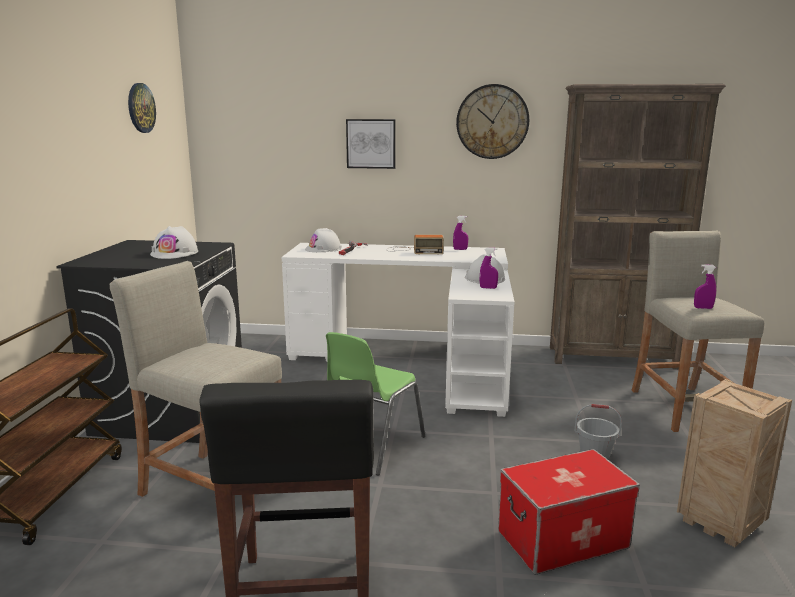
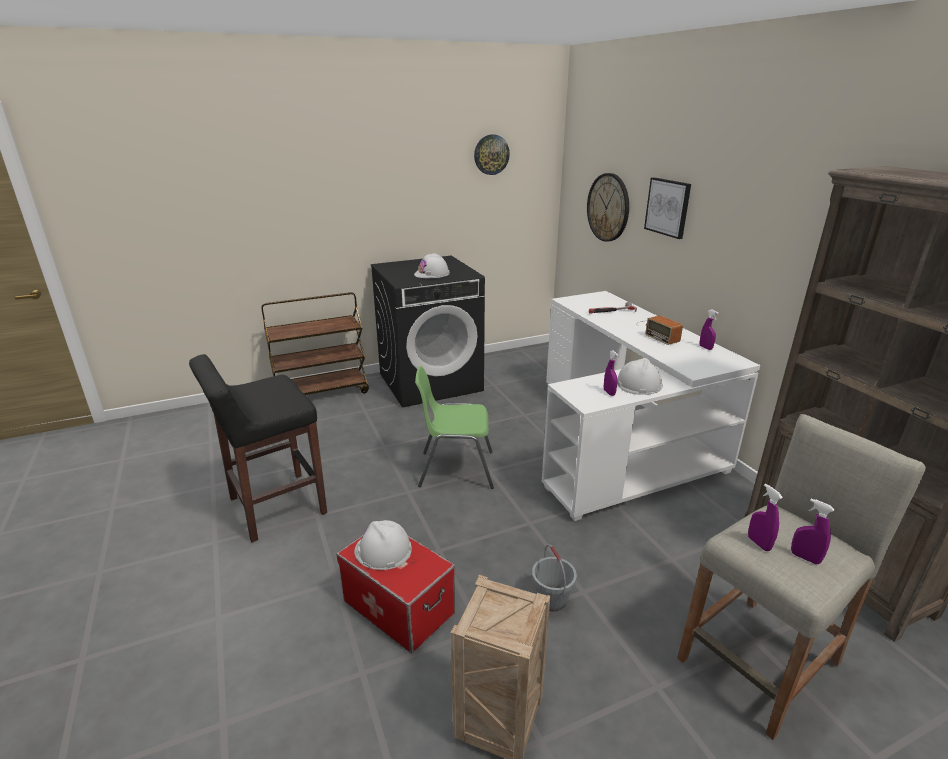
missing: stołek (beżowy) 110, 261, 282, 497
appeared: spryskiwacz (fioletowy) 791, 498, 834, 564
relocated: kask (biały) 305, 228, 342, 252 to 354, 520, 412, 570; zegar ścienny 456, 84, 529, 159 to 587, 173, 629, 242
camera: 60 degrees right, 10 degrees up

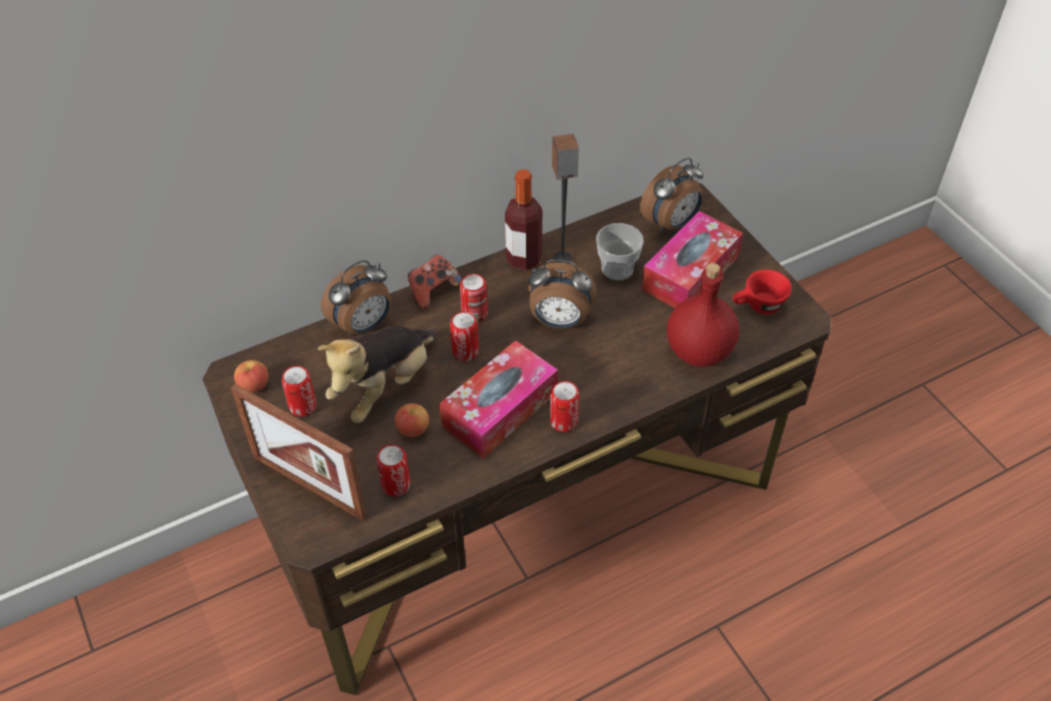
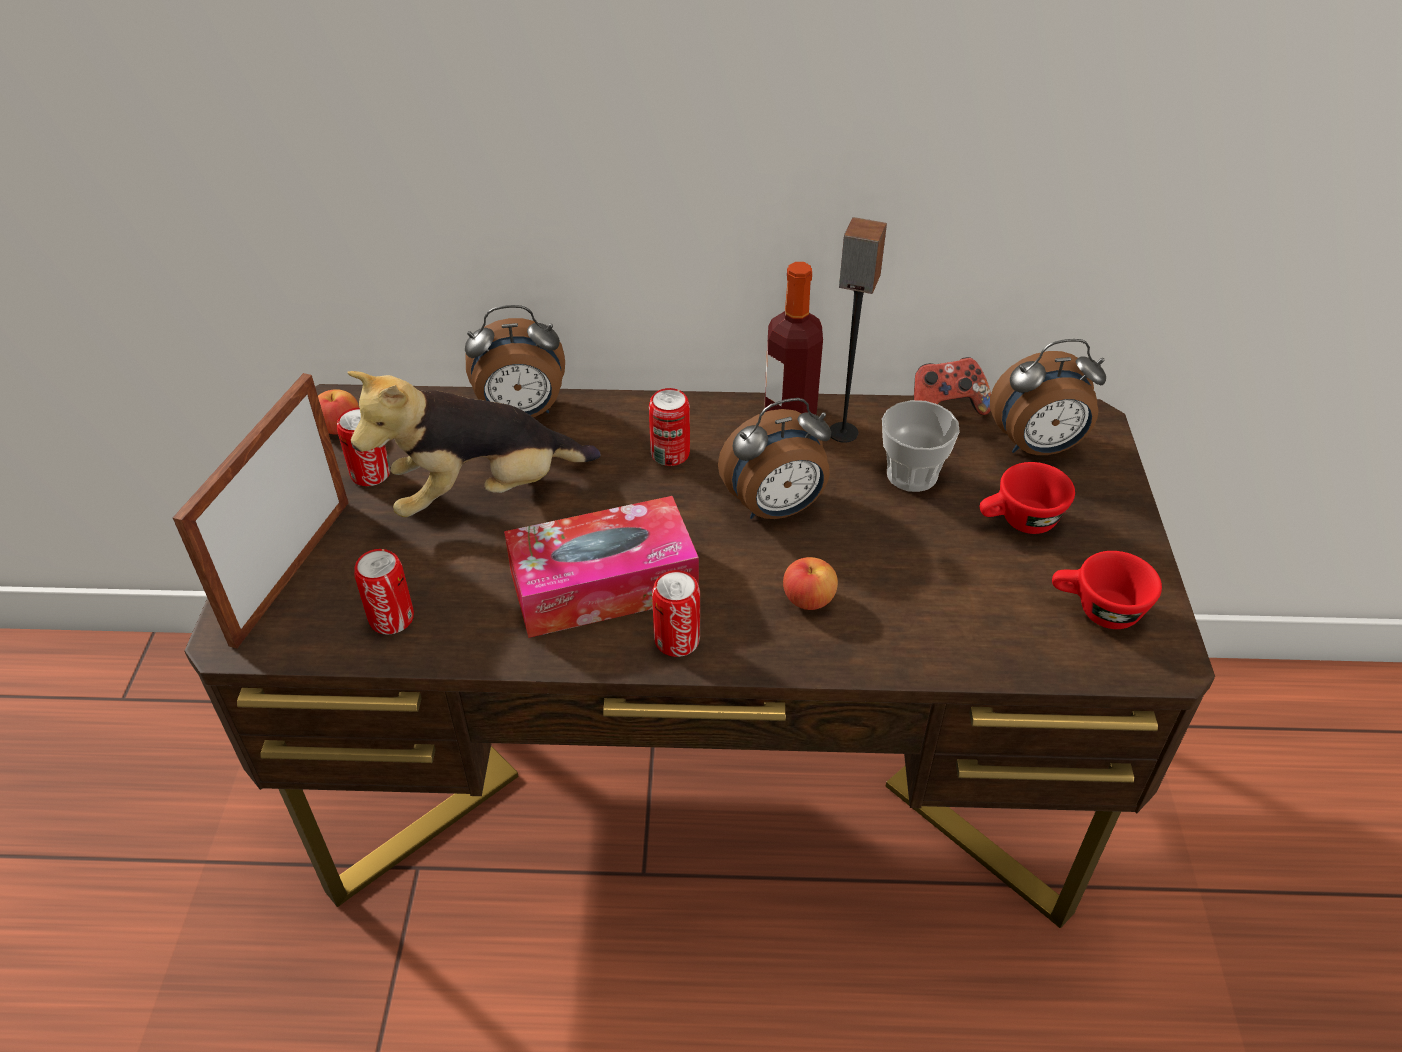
missing: puszka 450, 311, 479, 361; butelka (czerwony) 667, 263, 739, 367
relocated: jabłko 394, 403, 429, 437 to 783, 557, 838, 610; pad do gier 408, 255, 461, 310 to 914, 357, 991, 415
exchanged: pudełko chusteczek 641, 211, 743, 308 to filiżanka (czerwony) 980, 462, 1075, 534
spun: ramka na zdjęcie 231, 384, 367, 521 = 173, 373, 348, 649 45 degrees clockwise; budzik 528, 260, 596, 329 = 718, 398, 831, 519 60 degrees counterclockwise
camera: 30 degrees right, 5 degrees down

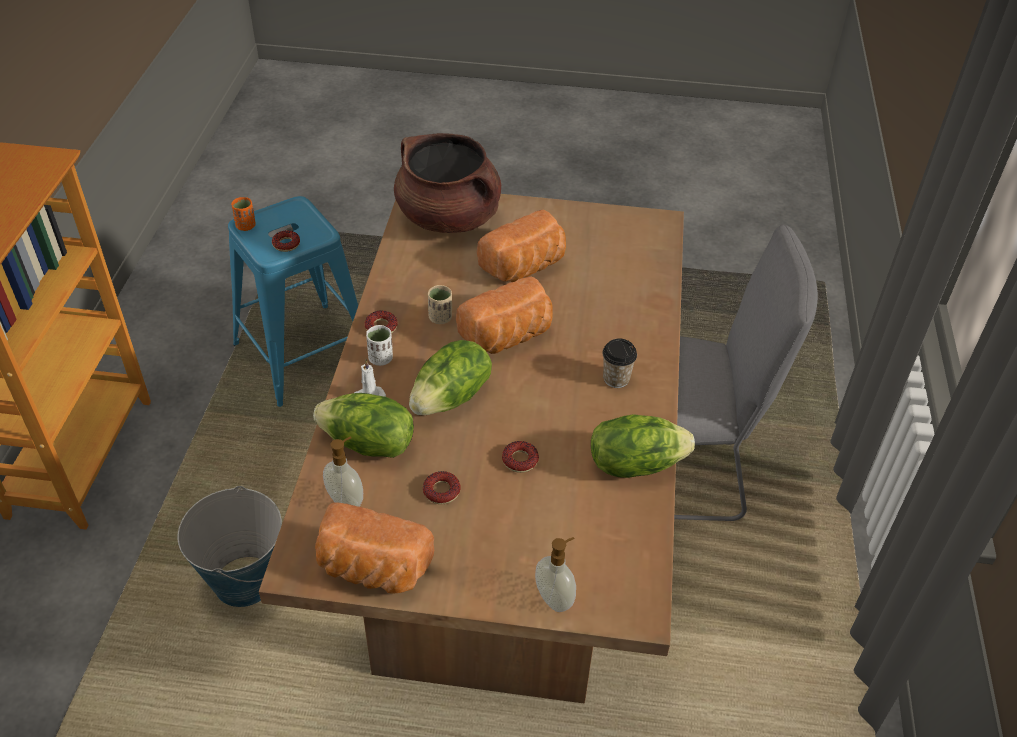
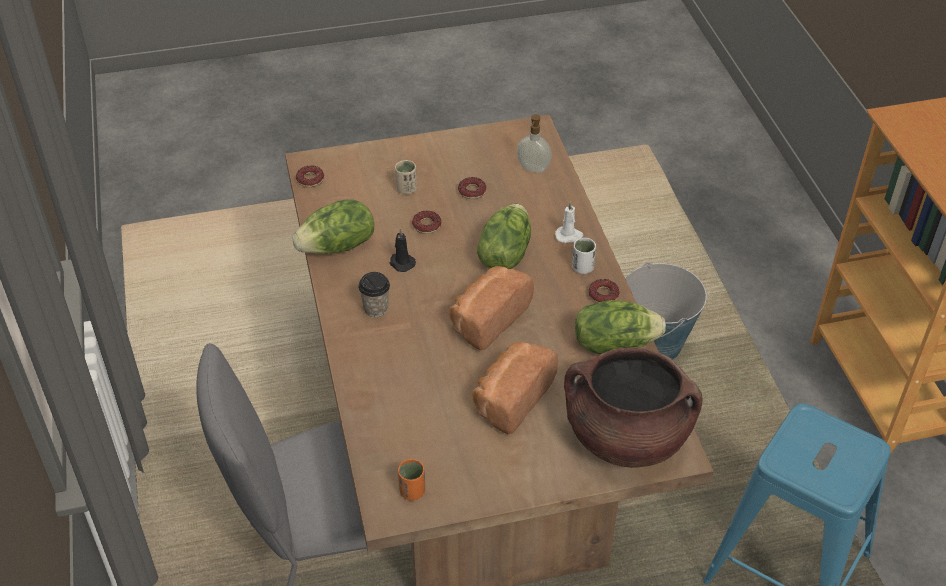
missing: chleb 315, 502, 434, 594; dozownik mydła 535, 537, 576, 612
appeared: świeca (czarny) 390, 229, 416, 272
relocated: filiżanka (pomarańczowy) 231, 197, 256, 231 to 398, 459, 425, 501; donut 272, 230, 300, 252 to 296, 165, 324, 187; sałata 313, 393, 414, 458 to 575, 300, 666, 354; filiżanka (beżowy) 428, 285, 452, 324 to 395, 160, 417, 194
camera: 160 degrees right, 0 degrees up

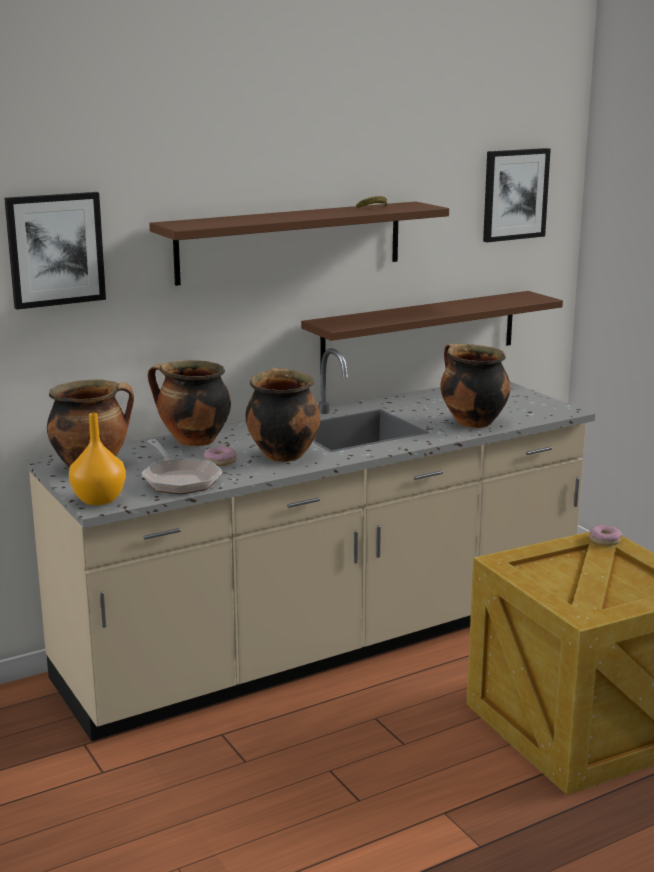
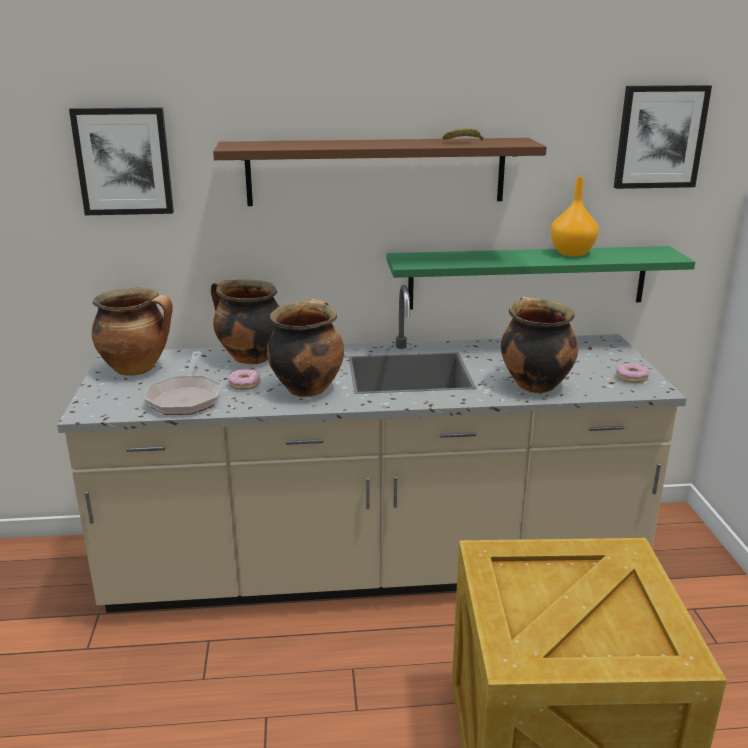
relocated: wazon (pomarańczowy) 69, 413, 126, 505 to 551, 177, 599, 256; donut 589, 525, 622, 546 to 616, 363, 649, 383
colour: półka (brązowy) 301, 291, 563, 375 to półka (zielony) 387, 246, 695, 309
camera: 25 degrees right, 5 degrees up

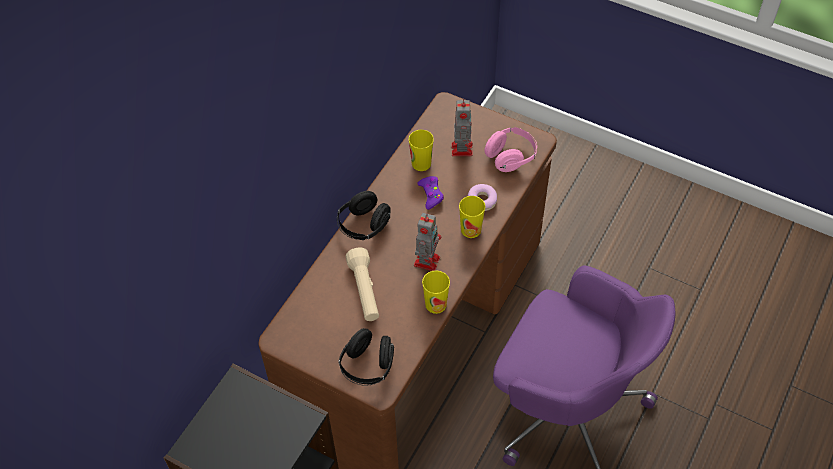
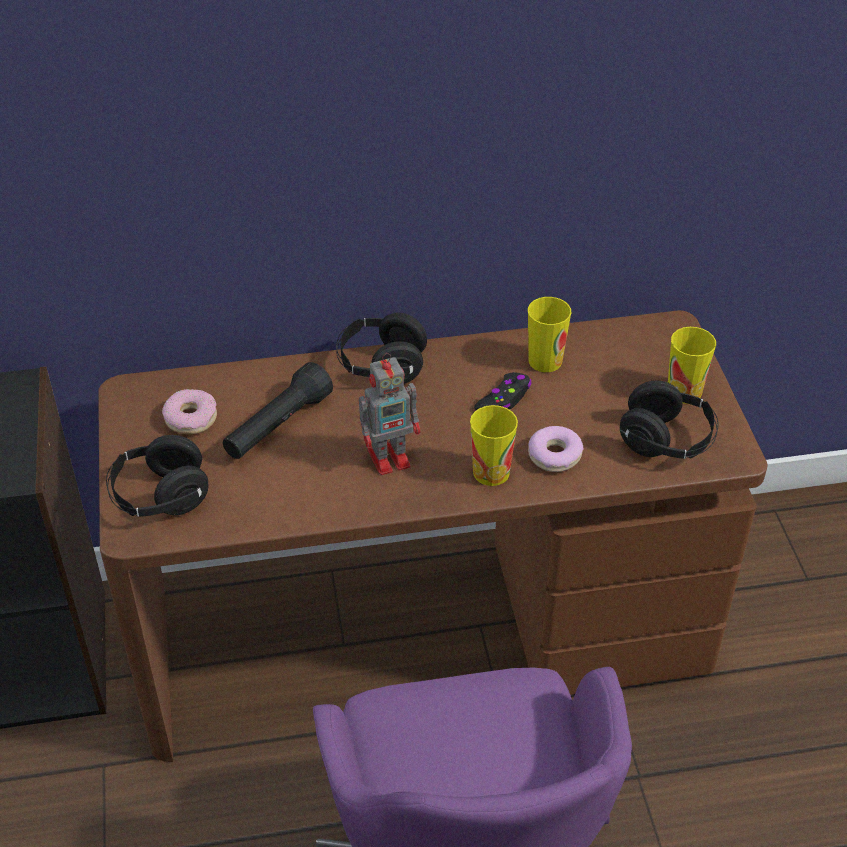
missing: robot zabawkowy 451, 98, 473, 156
appeared: donut 162, 389, 217, 434
relocated: filiżanka 422, 270, 450, 314 to 668, 327, 716, 404
colour: latarka (beżowy) 345, 247, 379, 321 to latarka (czarny) 223, 362, 333, 459; pad do gier (fioletowy) 418, 176, 444, 210 to pad do gier (czarny) 474, 372, 532, 410; słuchawki (różowy) 484, 127, 537, 172 to słuchawki (czarny) 620, 380, 719, 459
camera: 50 degrees right, 10 degrees down

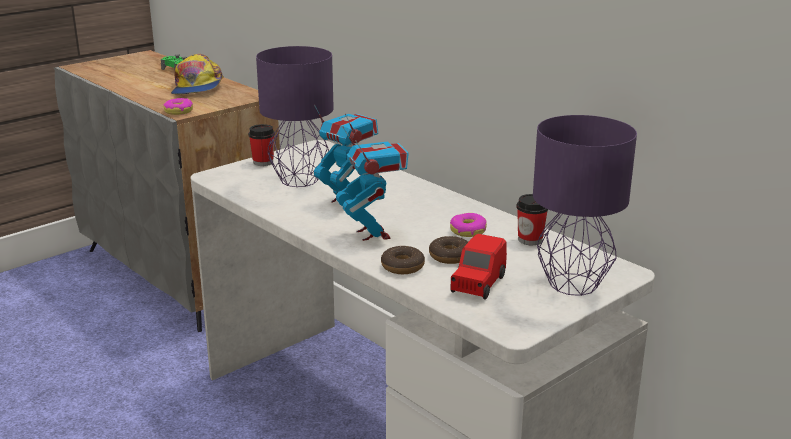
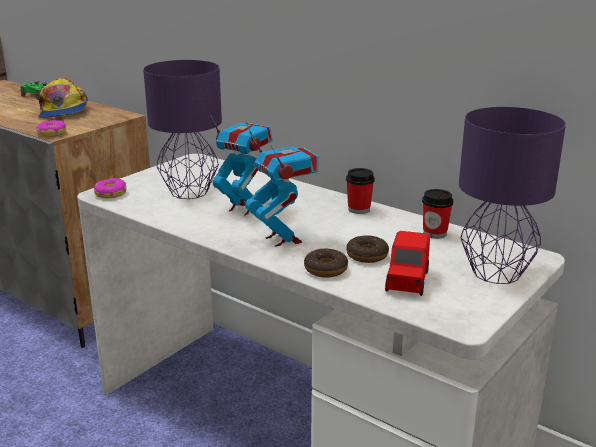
relocated: filiżanka 248, 124, 275, 166 to 346, 168, 375, 214; donut 450, 213, 487, 237 to 94, 178, 126, 198
camera: 10 degrees left, 0 degrees up

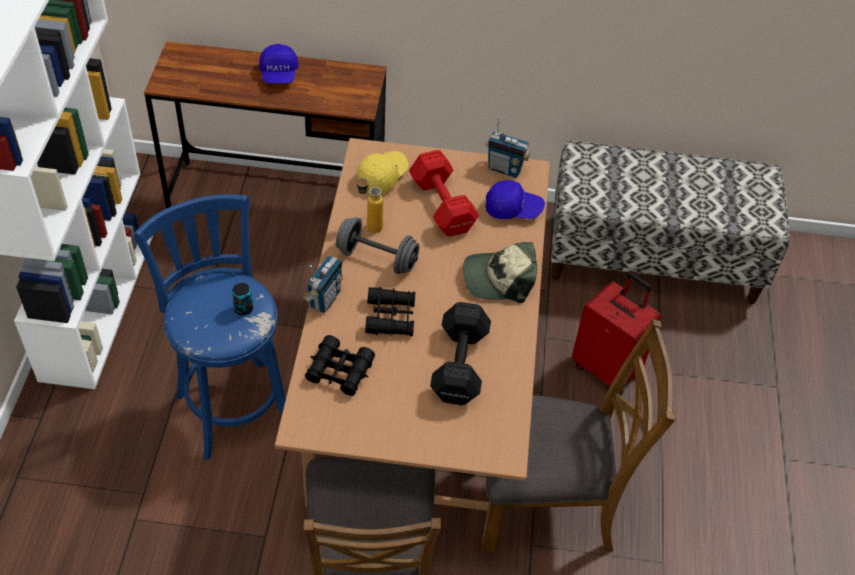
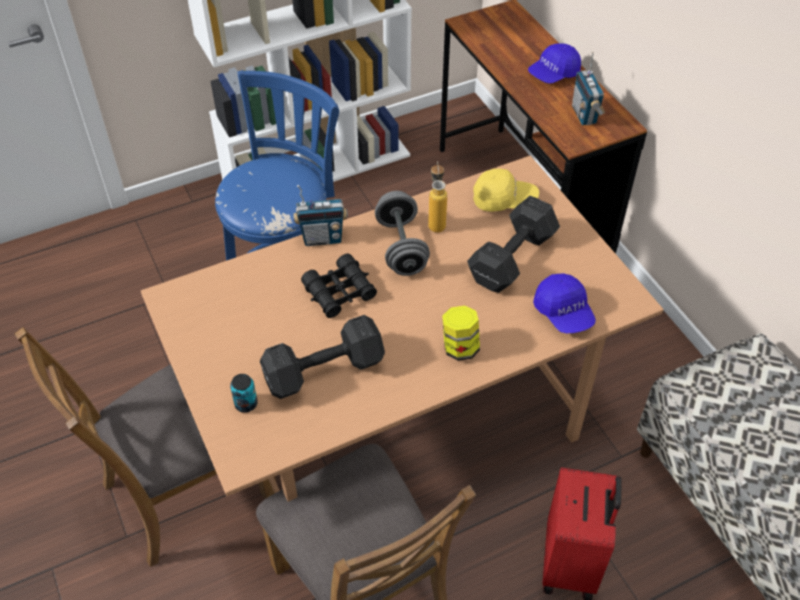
missing: lornetka (czarny) 305, 335, 375, 396
relocated: puszka 232, 283, 253, 315 to 230, 374, 258, 413; radio 485, 117, 530, 178 to 572, 52, 605, 125
exchanged: czapka z daszkiem 463, 242, 537, 303 to słoik 442, 306, 480, 361
colour: hantel (czerwony) 409, 150, 479, 236 to hantel (czarny) 467, 196, 560, 293
camera: 60 degrees right, 0 degrees up

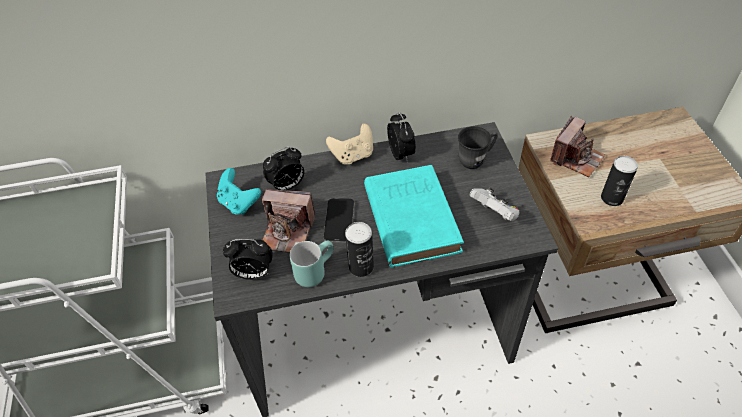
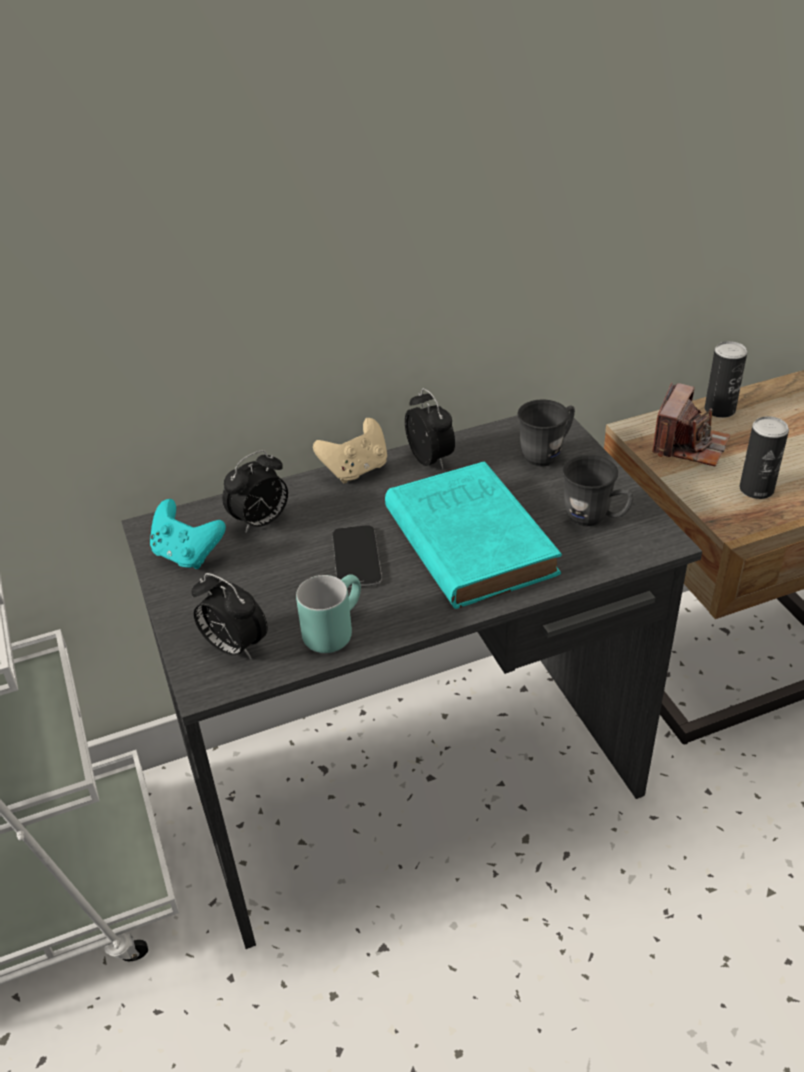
missing: aparat fotograficzny 262, 189, 315, 253
relocated: puszka 345, 222, 374, 277 to 705, 341, 747, 418
exchanged: pad do gier (biały) 469, 188, 519, 221 to kubek (szary) 562, 455, 634, 526
spun: budzik 223, 239, 273, 280 = 191, 573, 268, 659 45 degrees clockwise
camera: 10 degrees left, 10 degrees down

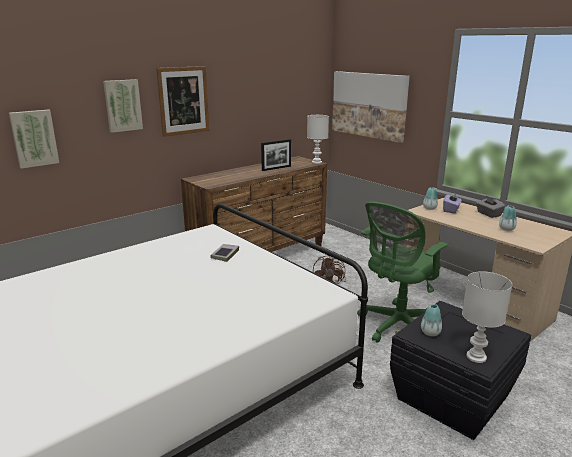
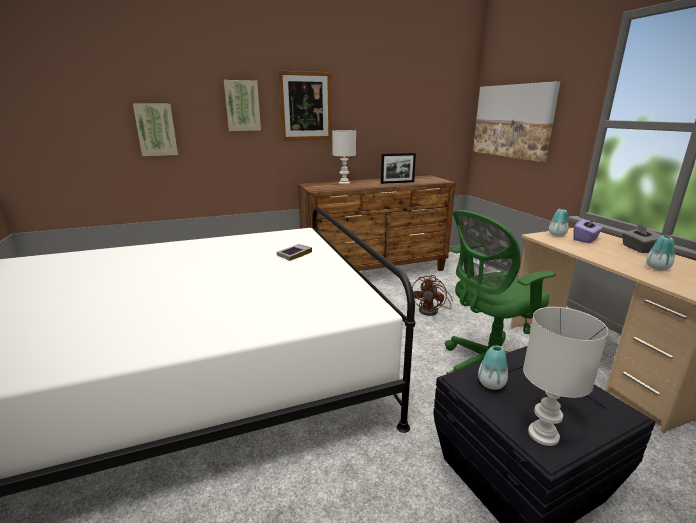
relocated: lampa stołowa (biały) 307, 115, 329, 164 to 332, 130, 356, 184
camera: 20 degrees right, 0 degrees up

